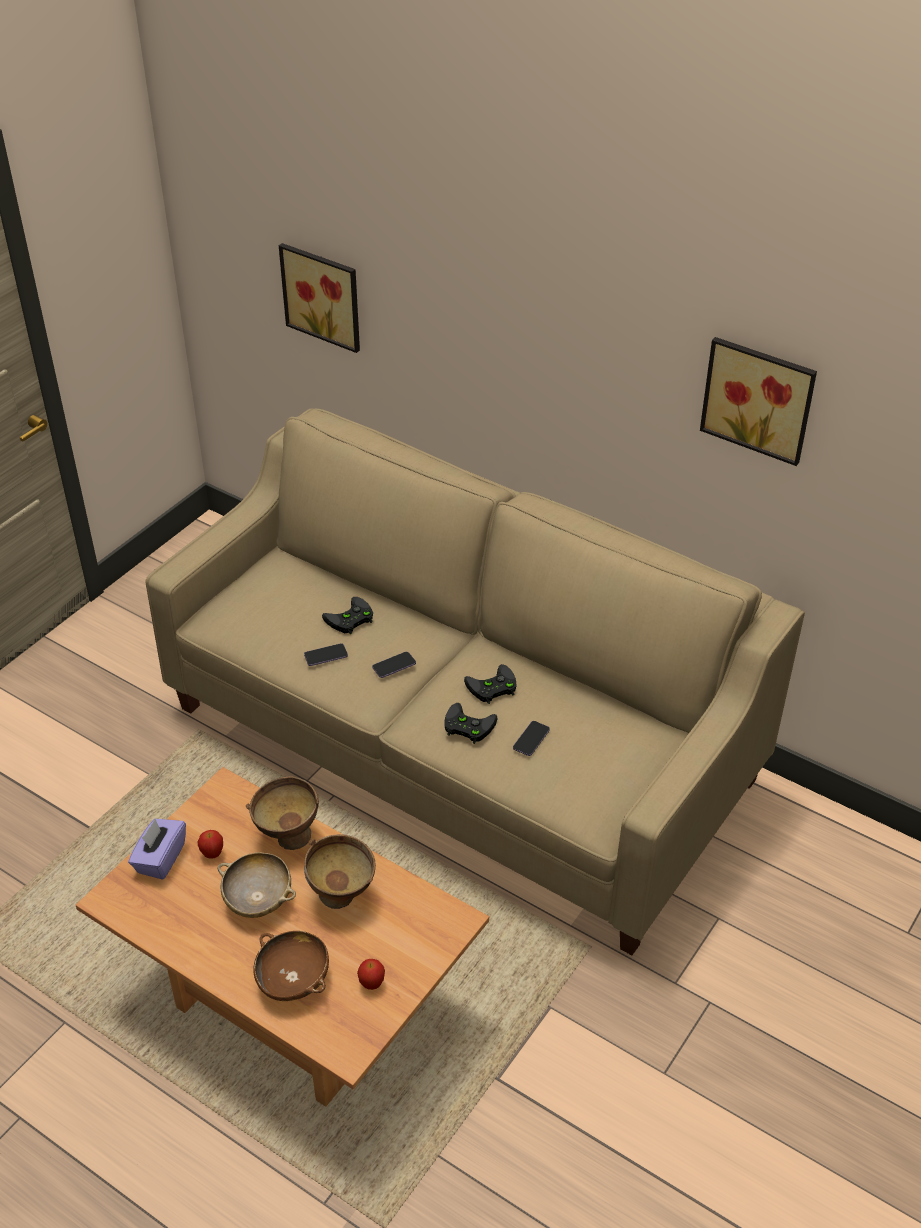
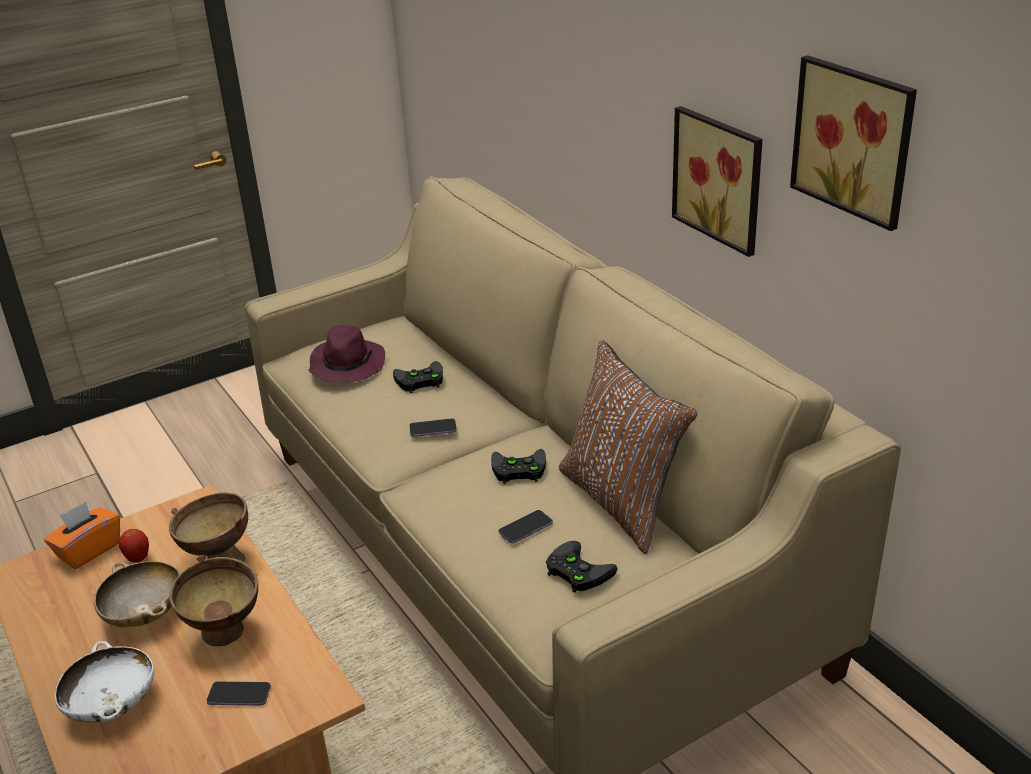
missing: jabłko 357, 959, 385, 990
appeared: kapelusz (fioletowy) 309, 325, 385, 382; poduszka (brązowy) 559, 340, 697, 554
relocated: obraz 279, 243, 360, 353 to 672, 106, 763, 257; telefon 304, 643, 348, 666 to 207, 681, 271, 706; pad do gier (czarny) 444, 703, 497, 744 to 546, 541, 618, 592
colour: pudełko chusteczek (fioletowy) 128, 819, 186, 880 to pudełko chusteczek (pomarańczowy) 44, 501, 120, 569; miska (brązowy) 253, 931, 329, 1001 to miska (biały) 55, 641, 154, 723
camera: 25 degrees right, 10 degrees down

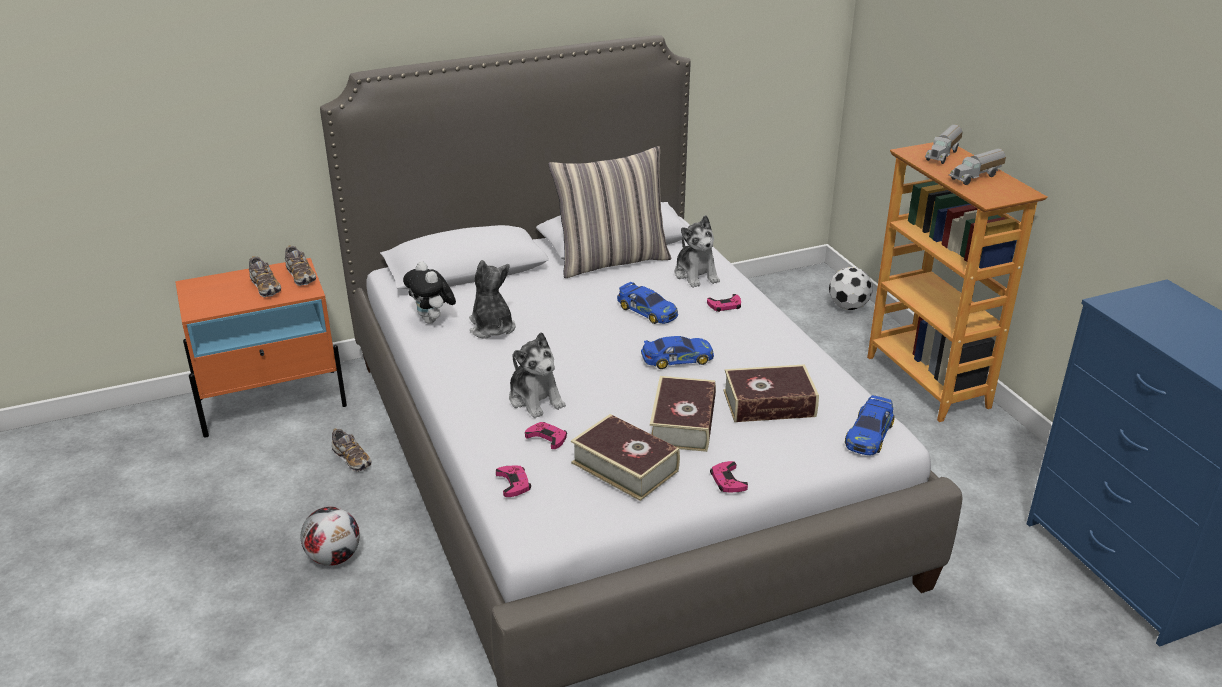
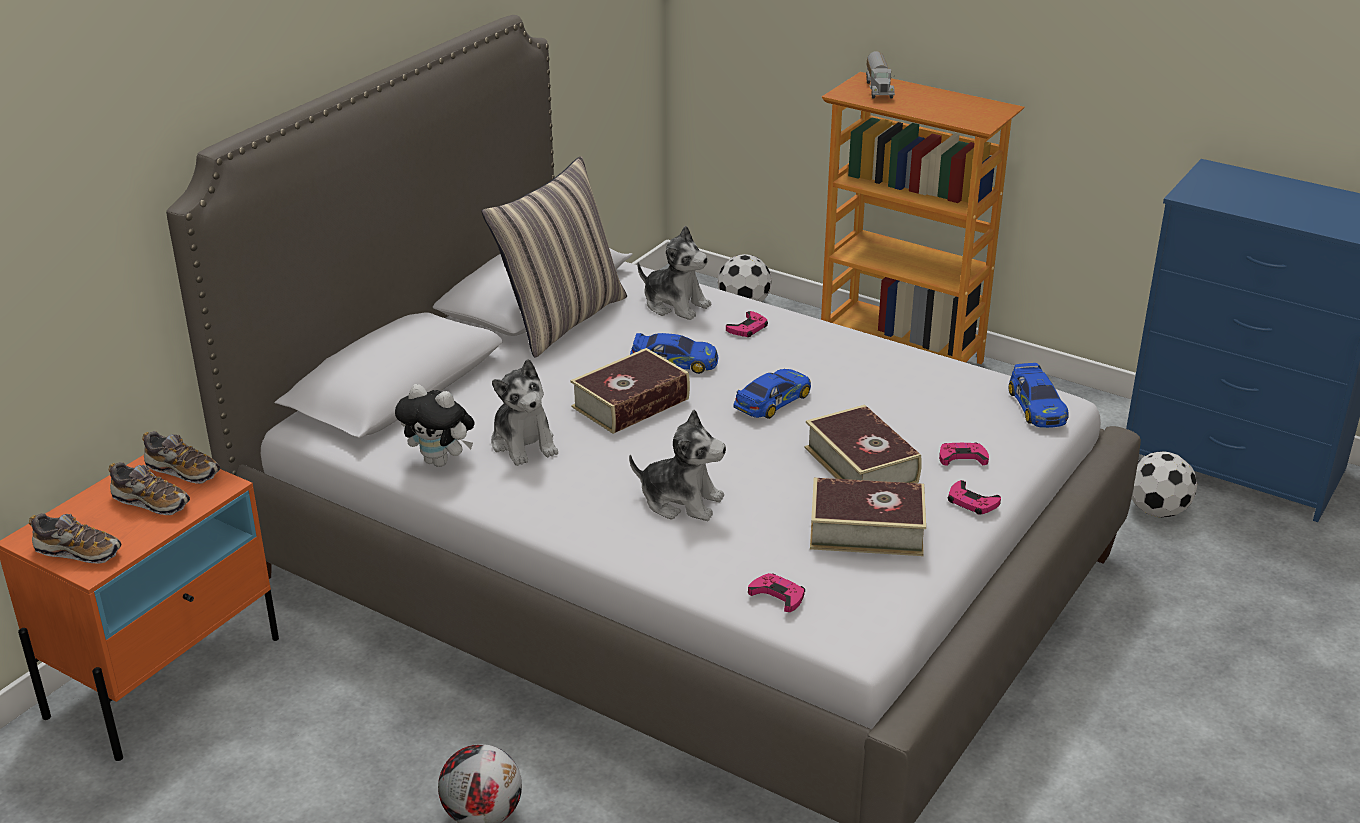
missing: ciężarówka zabawkowa 949, 148, 1006, 185
appeared: piłka futbolowa 1132, 451, 1197, 518
relocated: but 332, 428, 372, 472 to 29, 513, 121, 564; pad do gier (różowy) 525, 422, 567, 449 to 939, 443, 989, 466; książka 723, 364, 819, 422 to 570, 348, 690, 434
spun: pluszak 469, 260, 516, 339 = 491, 359, 558, 466 150 degrees counterclockwise
camera: 35 degrees left, 0 degrees up

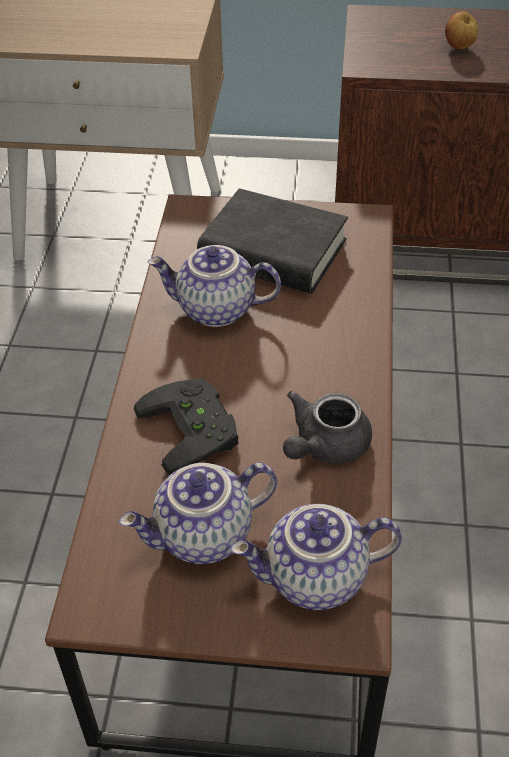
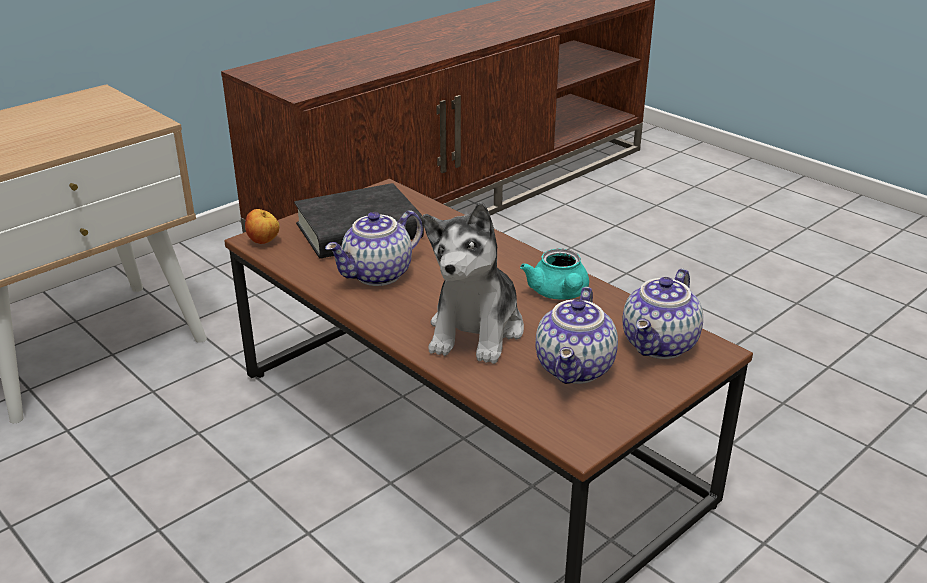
relocated: jabłko 445, 11, 479, 49 to 245, 209, 279, 244
exchanged: pad do gier (czarny) 134, 378, 238, 475 to pluszak 423, 202, 524, 364
colour: imbryk (szary) 283, 391, 372, 464 to imbryk (turkusowy) 520, 249, 589, 300
camera: 50 degrees left, 15 degrees down

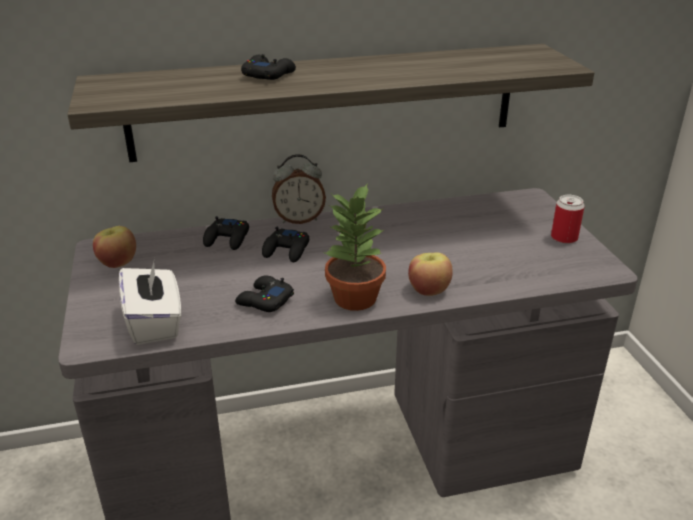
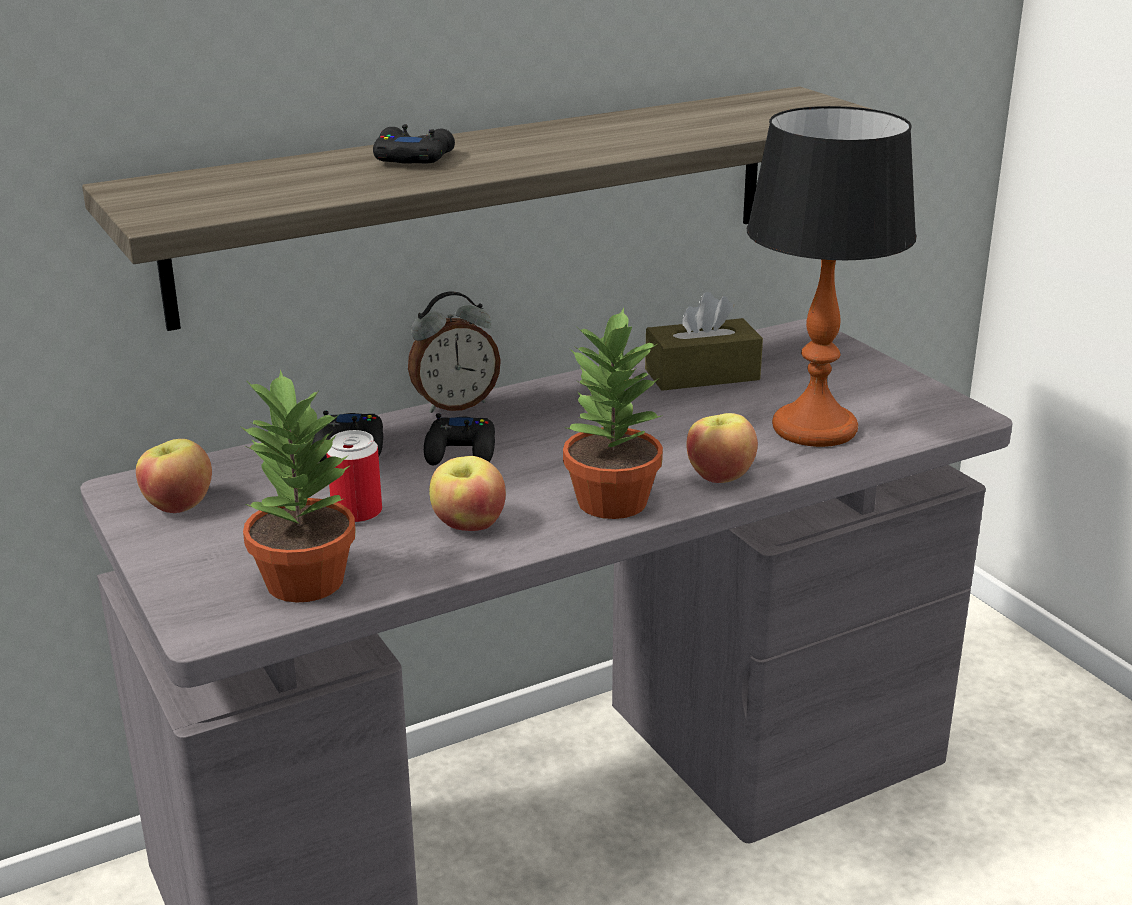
appeared: pudełko chusteczek (brązowy) 645, 292, 763, 391; lampa stołowa 747, 106, 917, 447
relocated: puszka 551, 195, 585, 244 to 326, 430, 382, 523
exchanged: pudełko chusteczek (biały) 119, 258, 181, 345 to roślina doniczkowa 240, 369, 356, 603; pad do gier (czarny) 235, 275, 294, 312 to jabłko 429, 456, 506, 531
camera: 15 degrees left, 5 degrees down

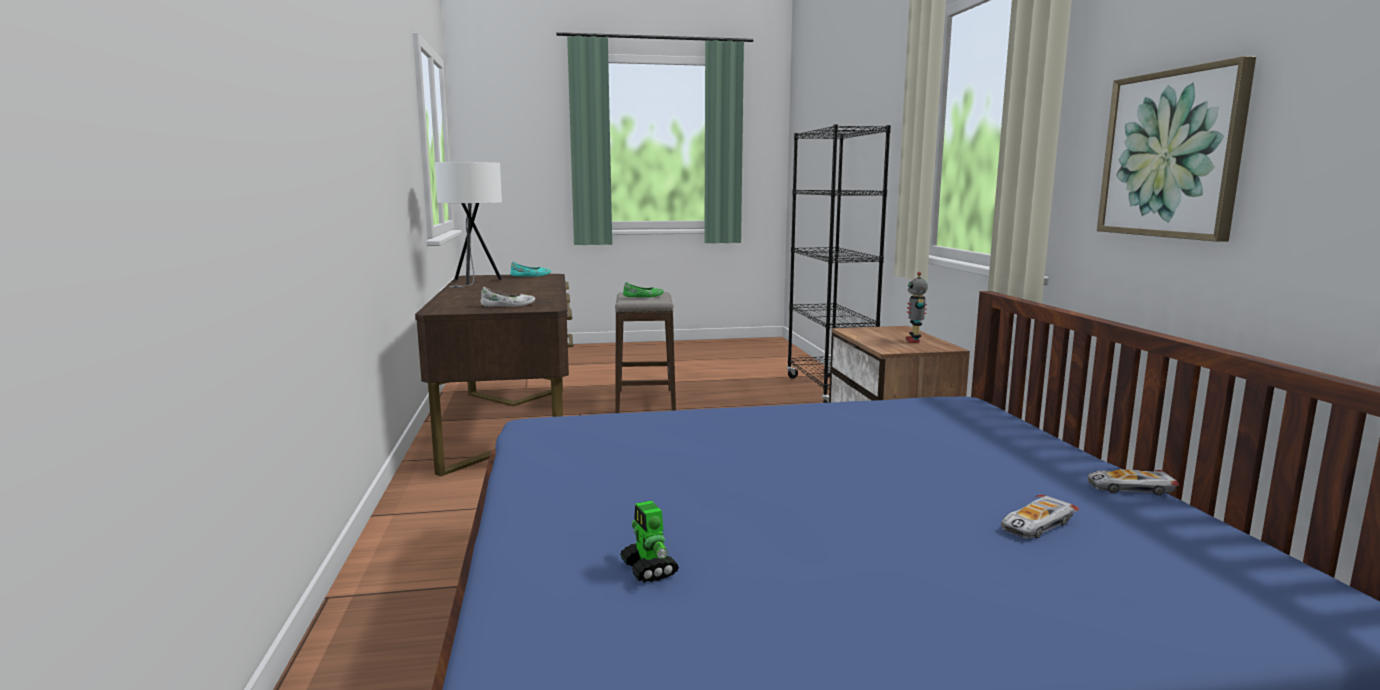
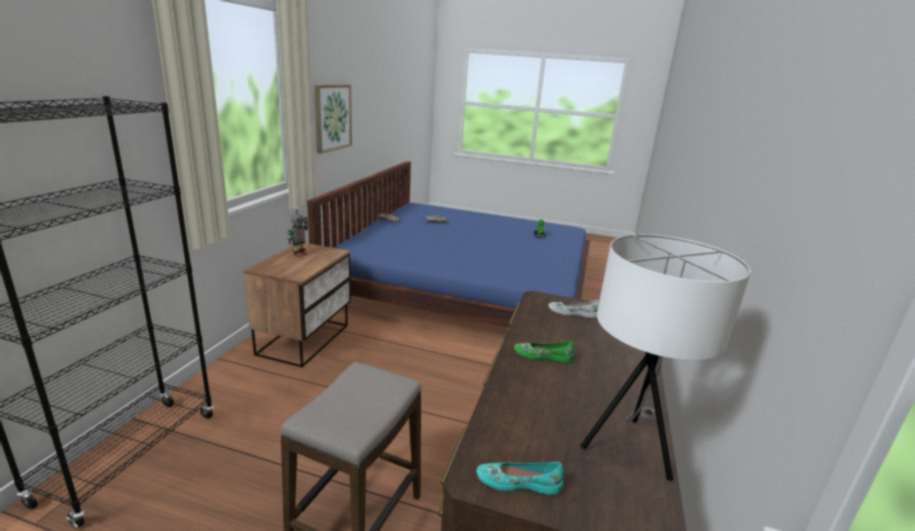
relocated: but (zielony) 623, 282, 664, 297 to 514, 341, 574, 363
camera: 155 degrees left, 10 degrees up

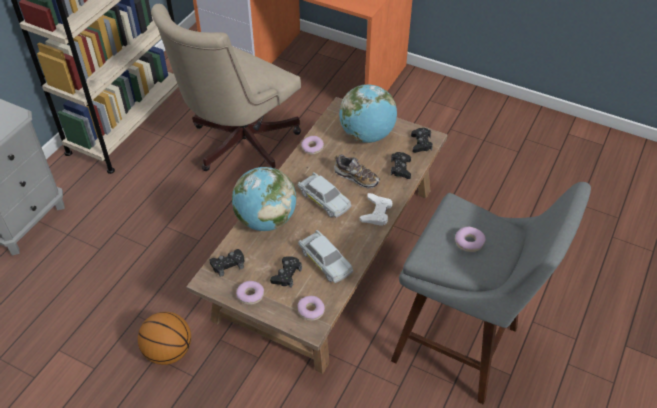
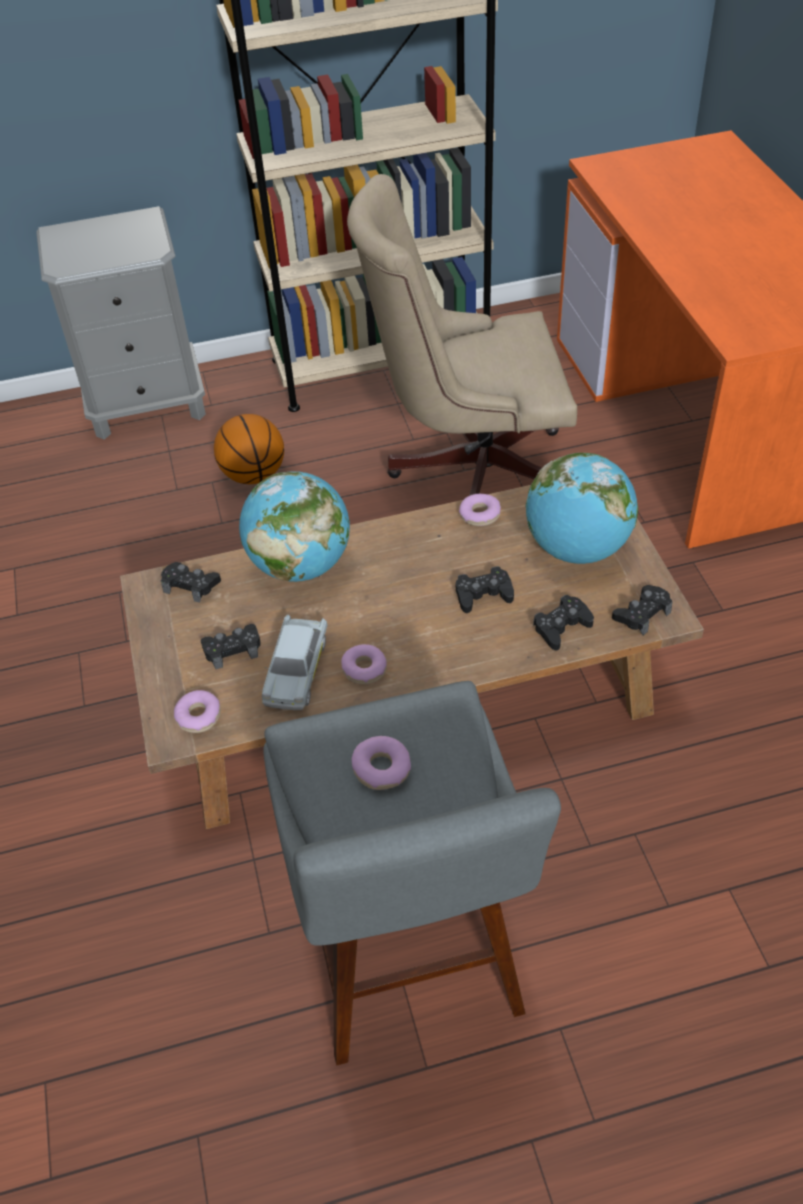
missing: samochodzik (biały) 297, 172, 352, 218; pad do gier (biały) 360, 193, 393, 226
relocated: piłka do koszykówki 138, 312, 191, 365 to 214, 414, 284, 484; donut 236, 281, 264, 305 to 341, 644, 387, 685
exchanged: but 334, 154, 380, 189 to pad do gier (czarny) 456, 566, 514, 613
camera: 50 degrees right, 0 degrees up

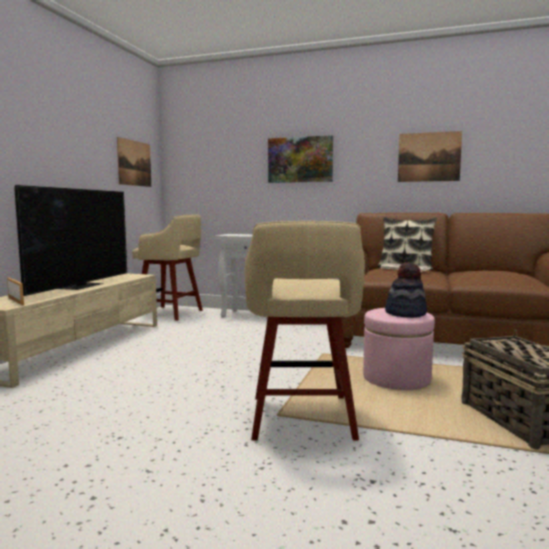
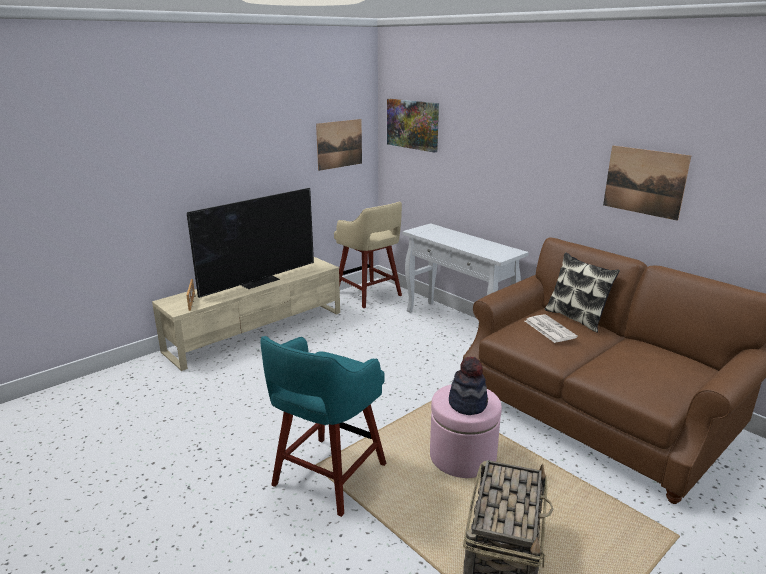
relocated: obraz 268, 135, 333, 183 to 387, 99, 439, 153
colour: stołek (beżowy) 245, 221, 365, 441 to stołek (turkusowy) 260, 336, 386, 517
camera: 30 degrees right, 15 degrees up

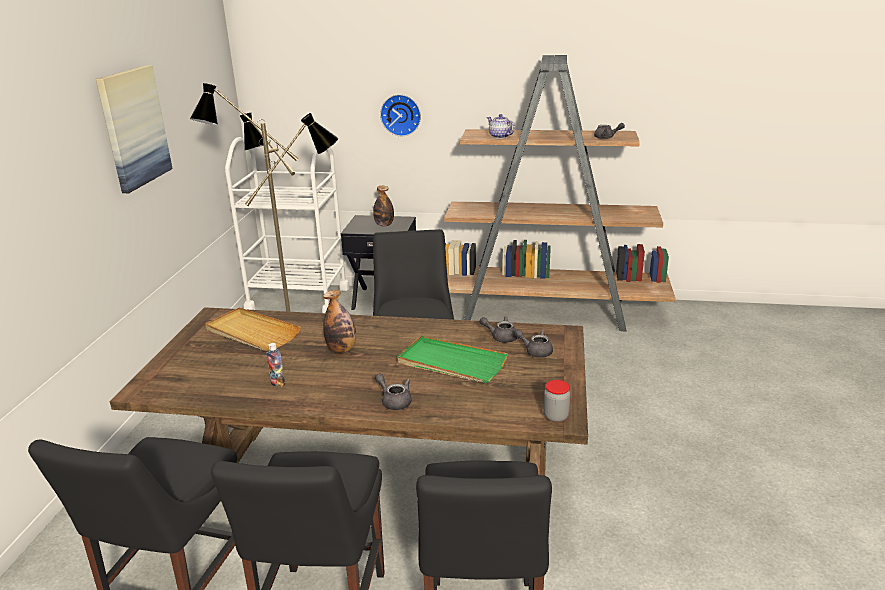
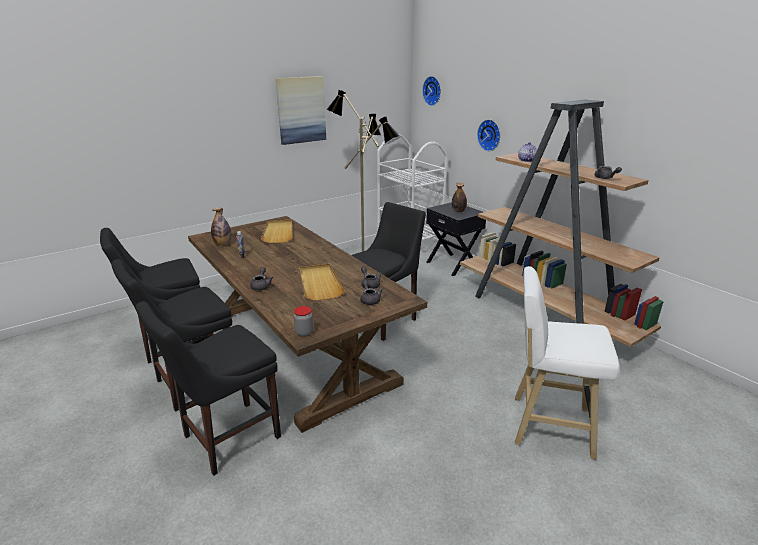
appeared: zegar ścienny 422, 76, 441, 106; stołek (biały) 515, 266, 620, 460
relocated: butelka 323, 290, 356, 353 to 211, 208, 231, 246
colour: taca (zielony) 398, 336, 508, 383 to taca (beżowy) 299, 264, 345, 301
camera: 45 degrees right, 0 degrees up

